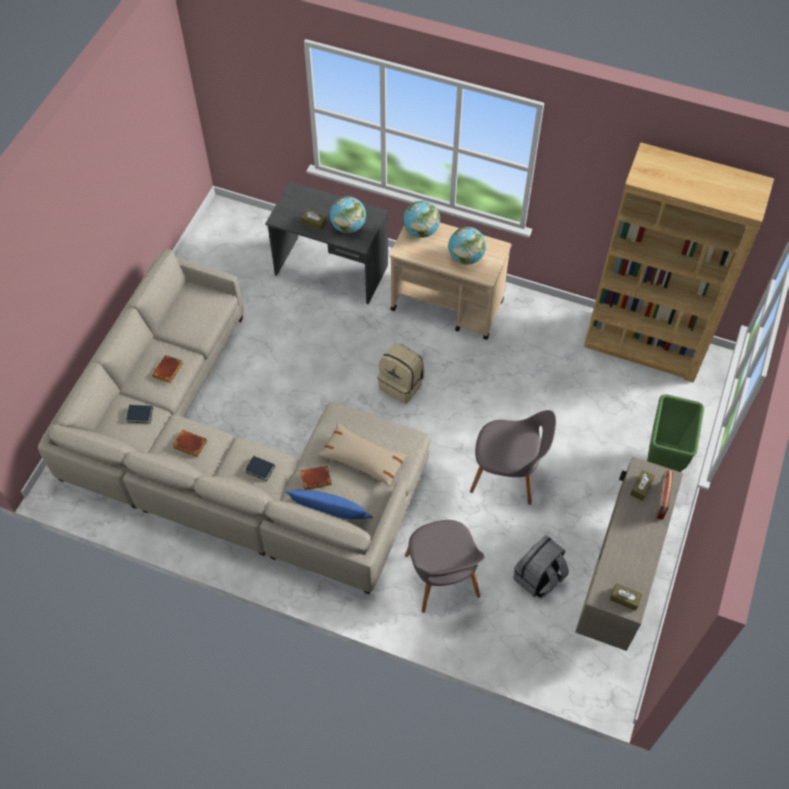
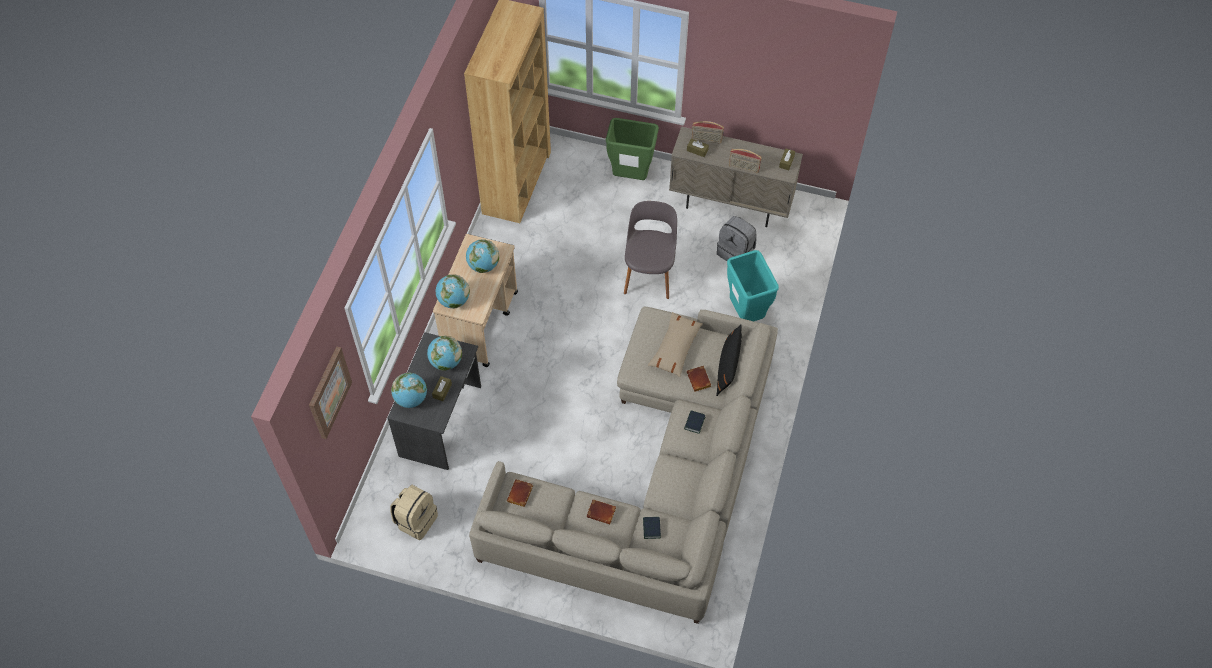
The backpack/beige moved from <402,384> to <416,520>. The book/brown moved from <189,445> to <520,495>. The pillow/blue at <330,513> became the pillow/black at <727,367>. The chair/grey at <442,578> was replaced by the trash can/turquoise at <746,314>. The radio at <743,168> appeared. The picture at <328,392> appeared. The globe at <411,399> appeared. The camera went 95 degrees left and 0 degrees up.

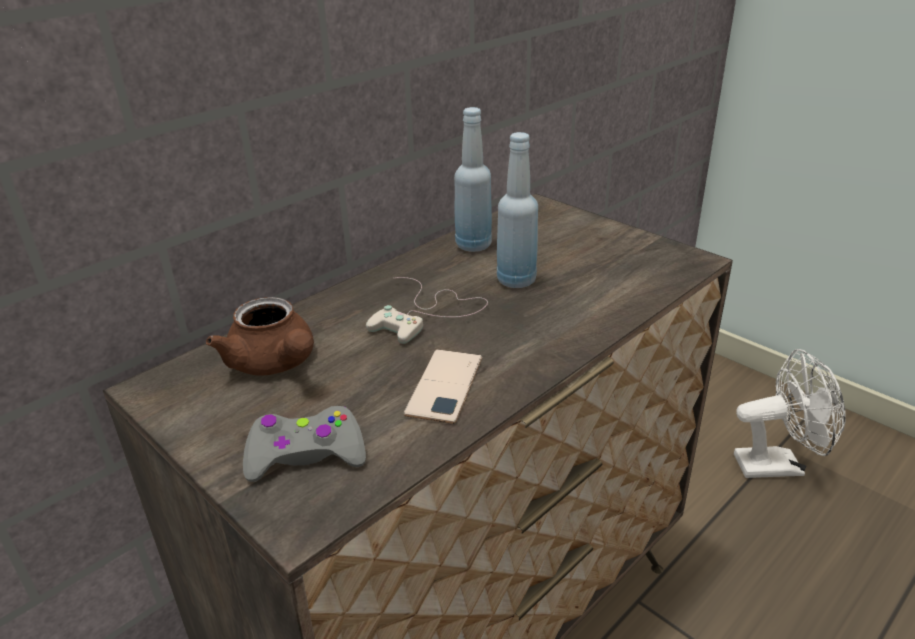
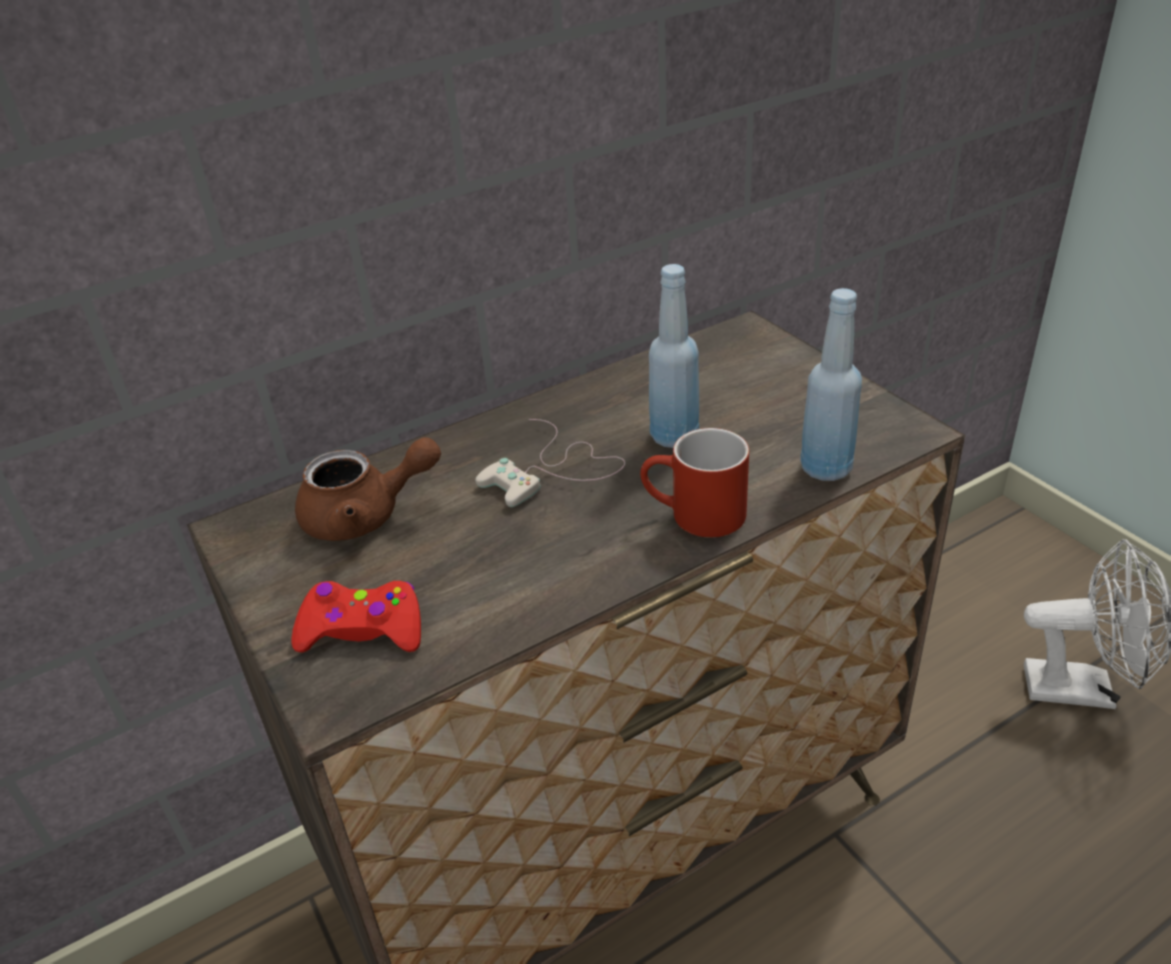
The bottle/blue moved from <473,245> to <825,468>. The teapot/brown at <275,364> turned 75 degrees counterclockwise. The phone at <445,386> disappeared. The game controller/grey at <306,455> became the game controller/red at <362,630>. The mug/red at <694,516> appeared. The camera went 15 degrees right and 5 degrees up.

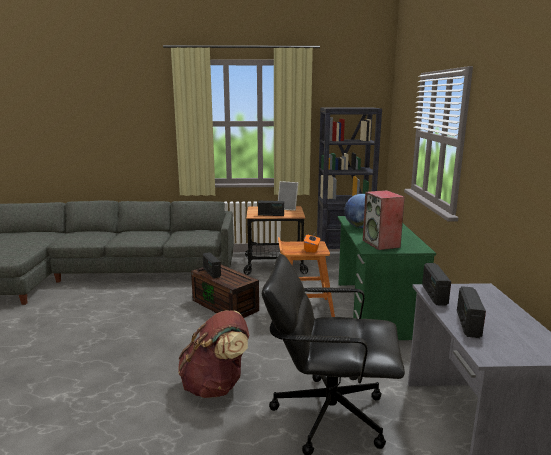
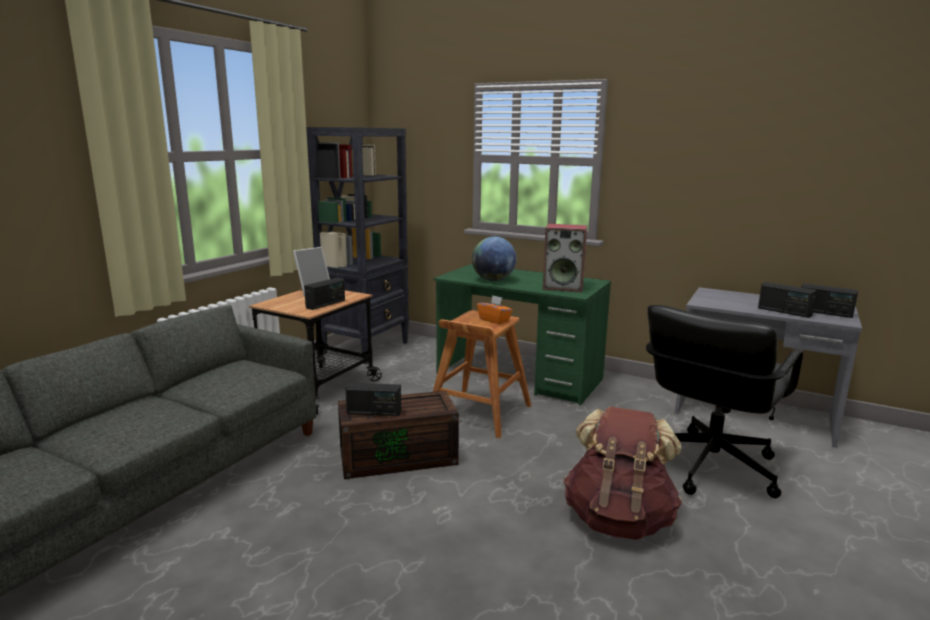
The radio moved from <434,295> to <824,312>. The camera went 60 degrees left and 0 degrees up.

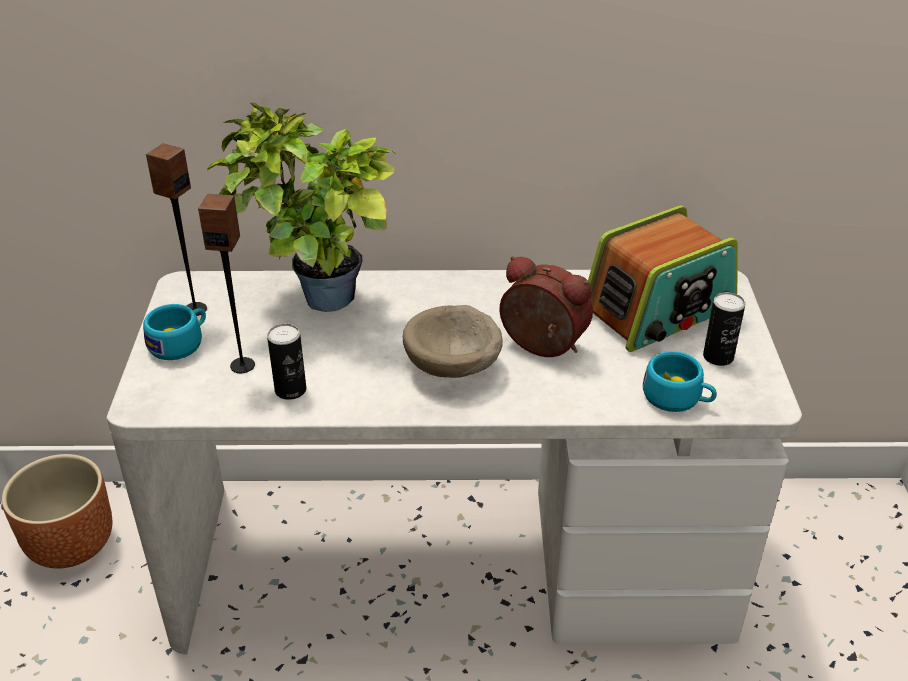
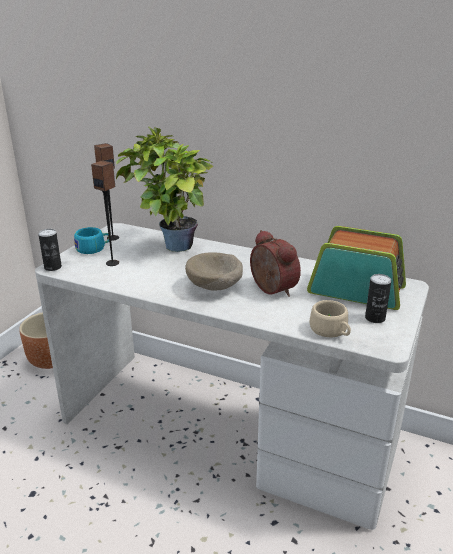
The radio at <659,311> turned 150 degrees counterclockwise. The can moved from <290,390> to <53,267>. The cup/turquoise at <678,398> became the cup/beige at <331,331>. The camera went 25 degrees right and 10 degrees down.

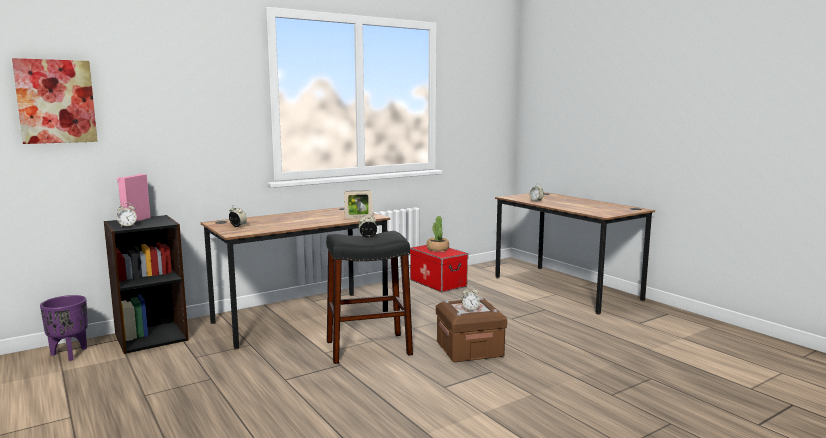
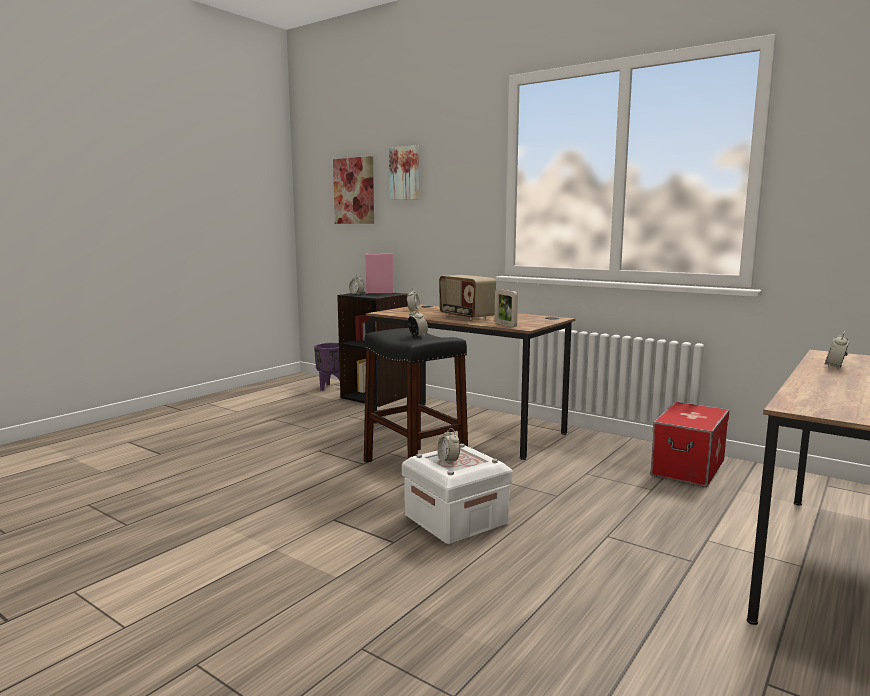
The potted plant at <437,249> disappeared. The storage box/brown at <469,349> became the storage box/white at <456,519>. The picture at <405,173> appeared. The radio at <465,316> appeared. The camera went 70 degrees right and 0 degrees up.

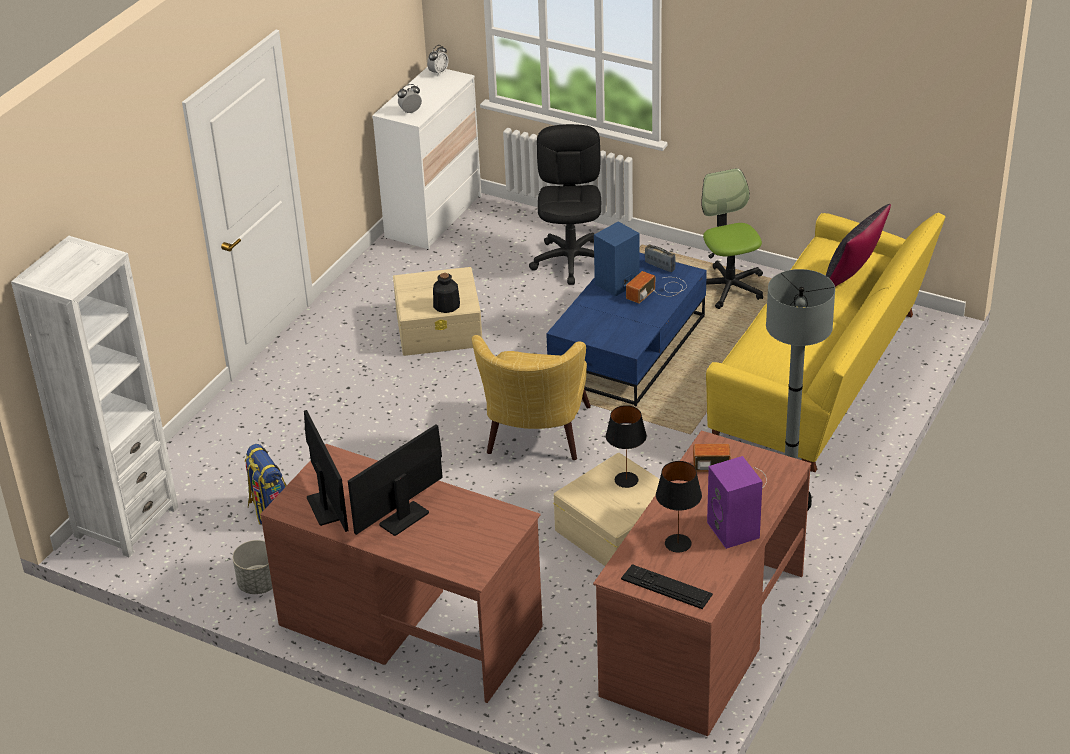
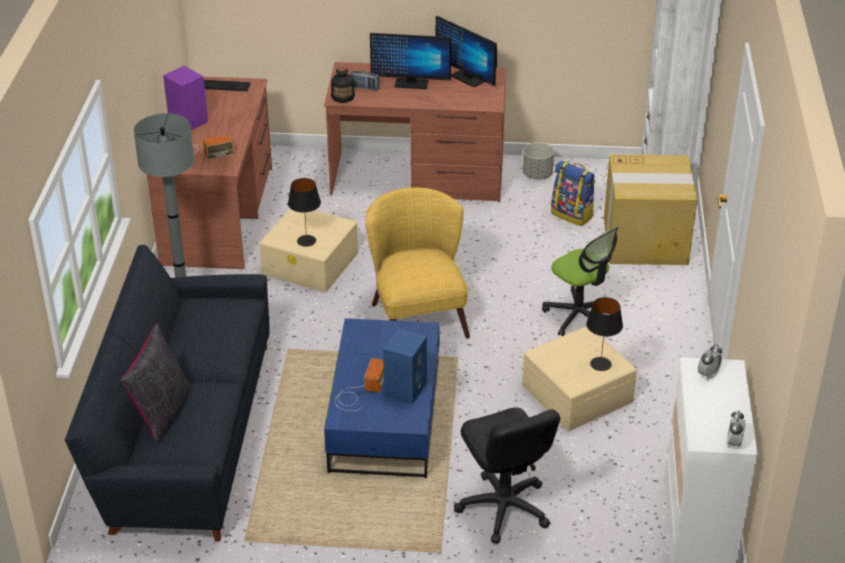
The office chair moved from <729,287> to <579,316>. The sofa/yellow at <823,378> became the sofa/black at <185,434>. The radio moved from <660,266> to <365,88>. The bottle moved from <446,305> to <343,97>. The monitor at <404,518> turned 75 degrees clockwise. The table lamp/black moved from <677,543> to <601,364>. The cardboard box at <646,241> appeared. The camera went 155 degrees right and 0 degrees up.

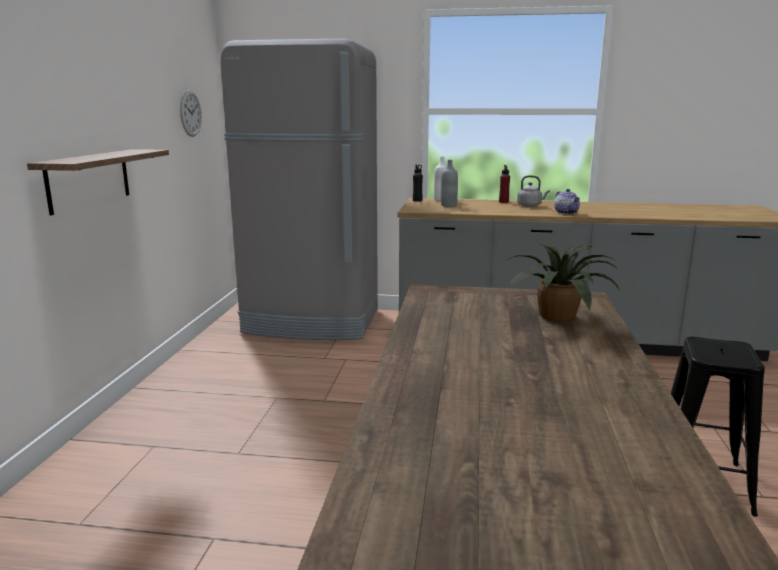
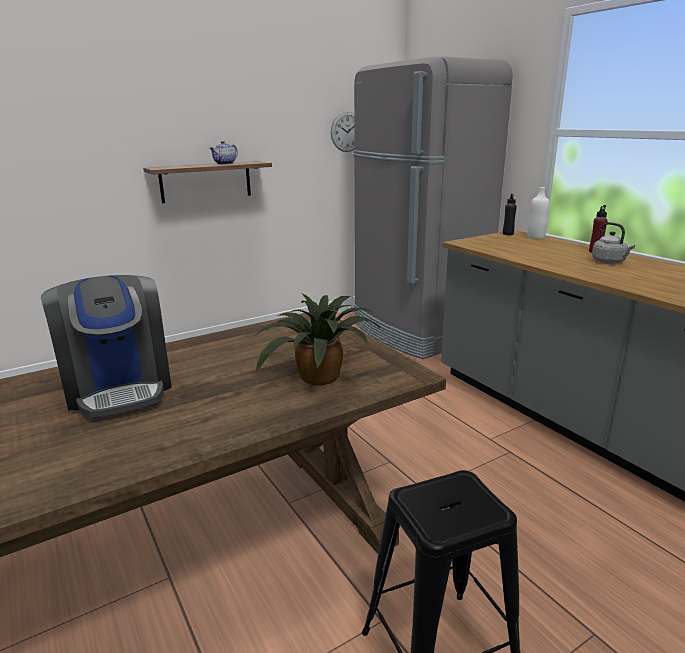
The bottle/grey at <448,205> disappeared. The teapot moved from <566,212> to <225,164>. The coffee machine at <119,387> appeared. The camera went 50 degrees right and 5 degrees up.

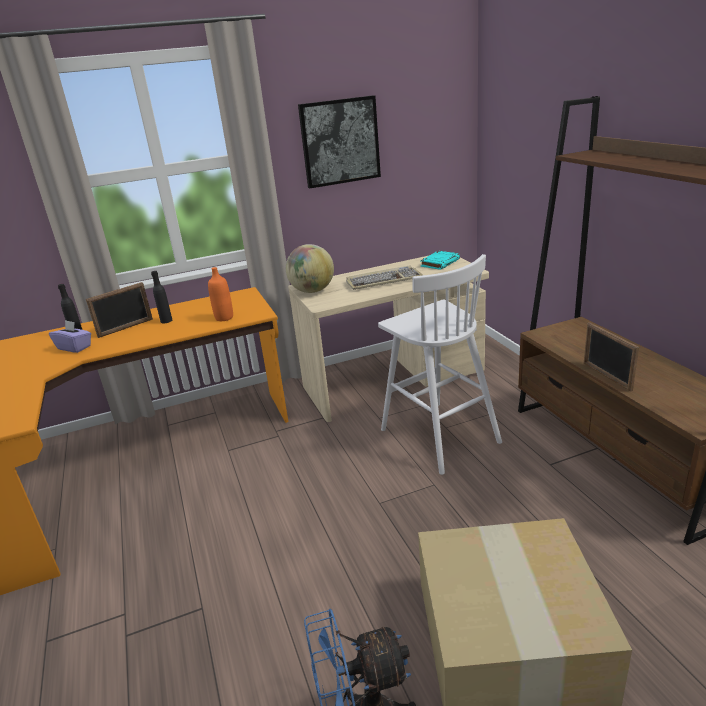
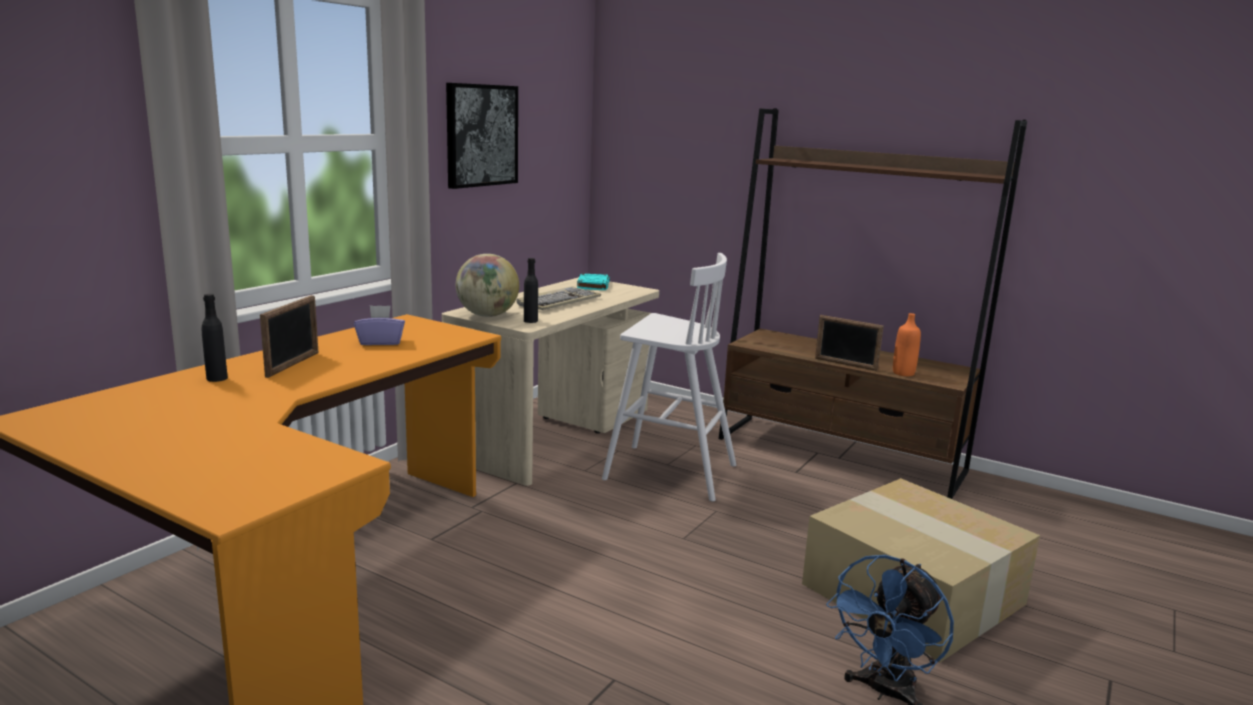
The bottle/orange moved from <224,318> to <903,373>. The bottle/black moved from <166,321> to <530,321>. The tissue box/purple moved from <75,347> to <381,342>. The camera went 40 degrees left and 10 degrees down.

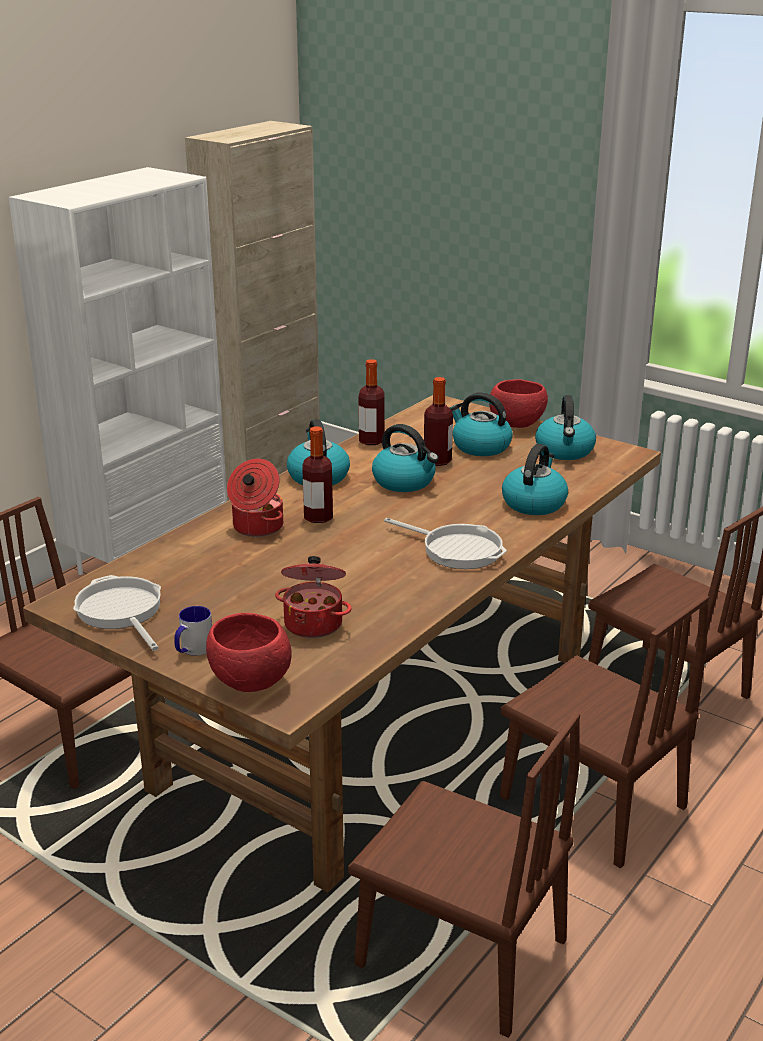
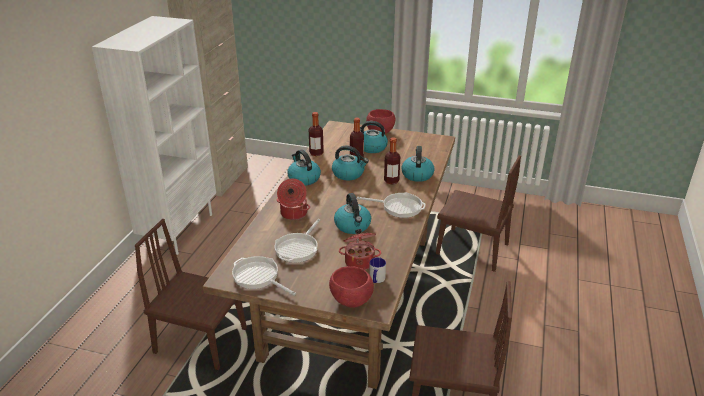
The kettle moved from <565,451> to <353,226>. The bottle moved from <318,517> to <391,181>. The chair/brown at <592,803> disappeared. The mug moved from <193,650> to <376,280>. The frying pan at <298,248> appeared. The camera went 20 degrees left and 5 degrees up.

